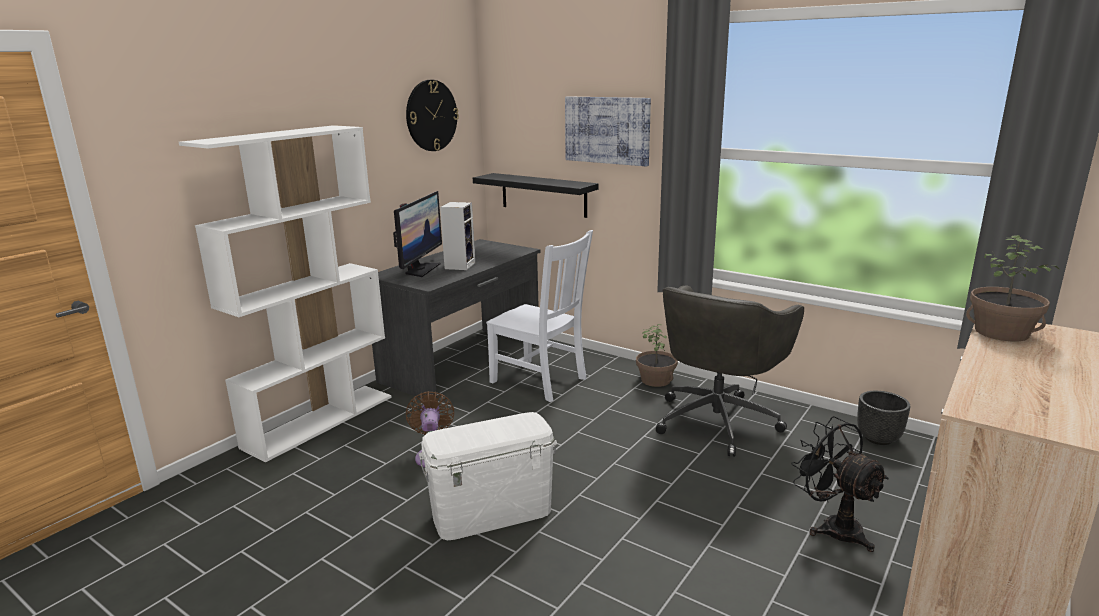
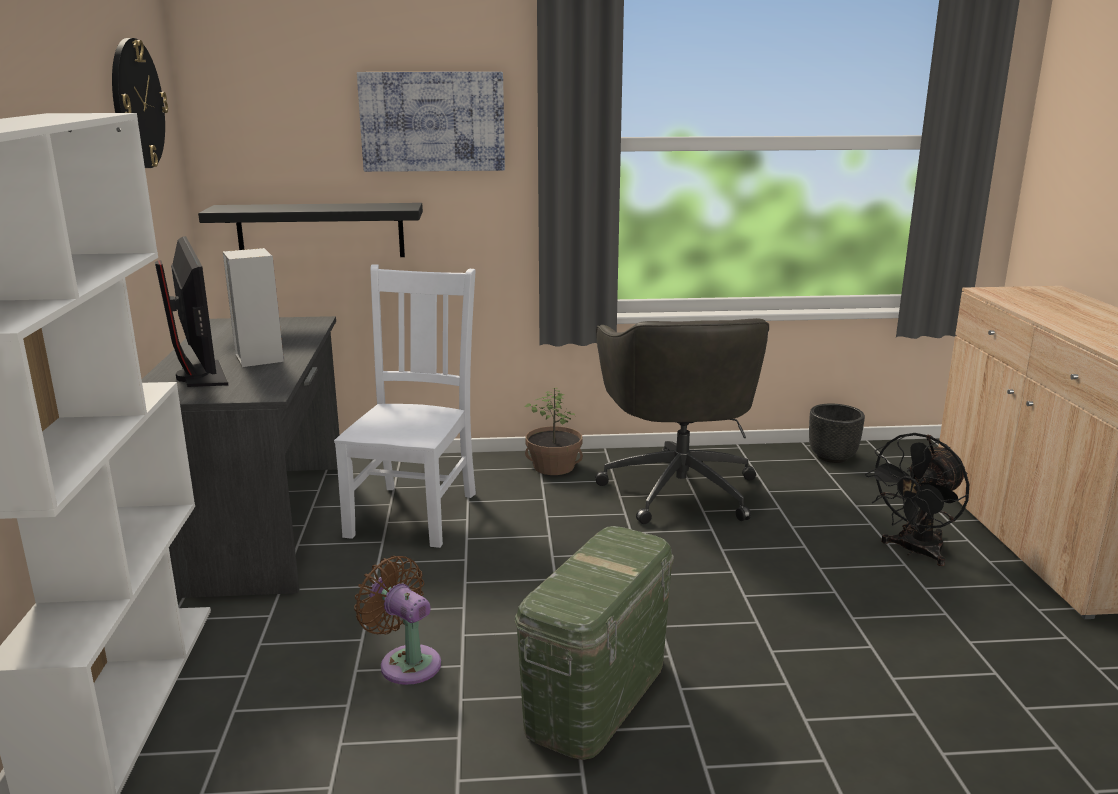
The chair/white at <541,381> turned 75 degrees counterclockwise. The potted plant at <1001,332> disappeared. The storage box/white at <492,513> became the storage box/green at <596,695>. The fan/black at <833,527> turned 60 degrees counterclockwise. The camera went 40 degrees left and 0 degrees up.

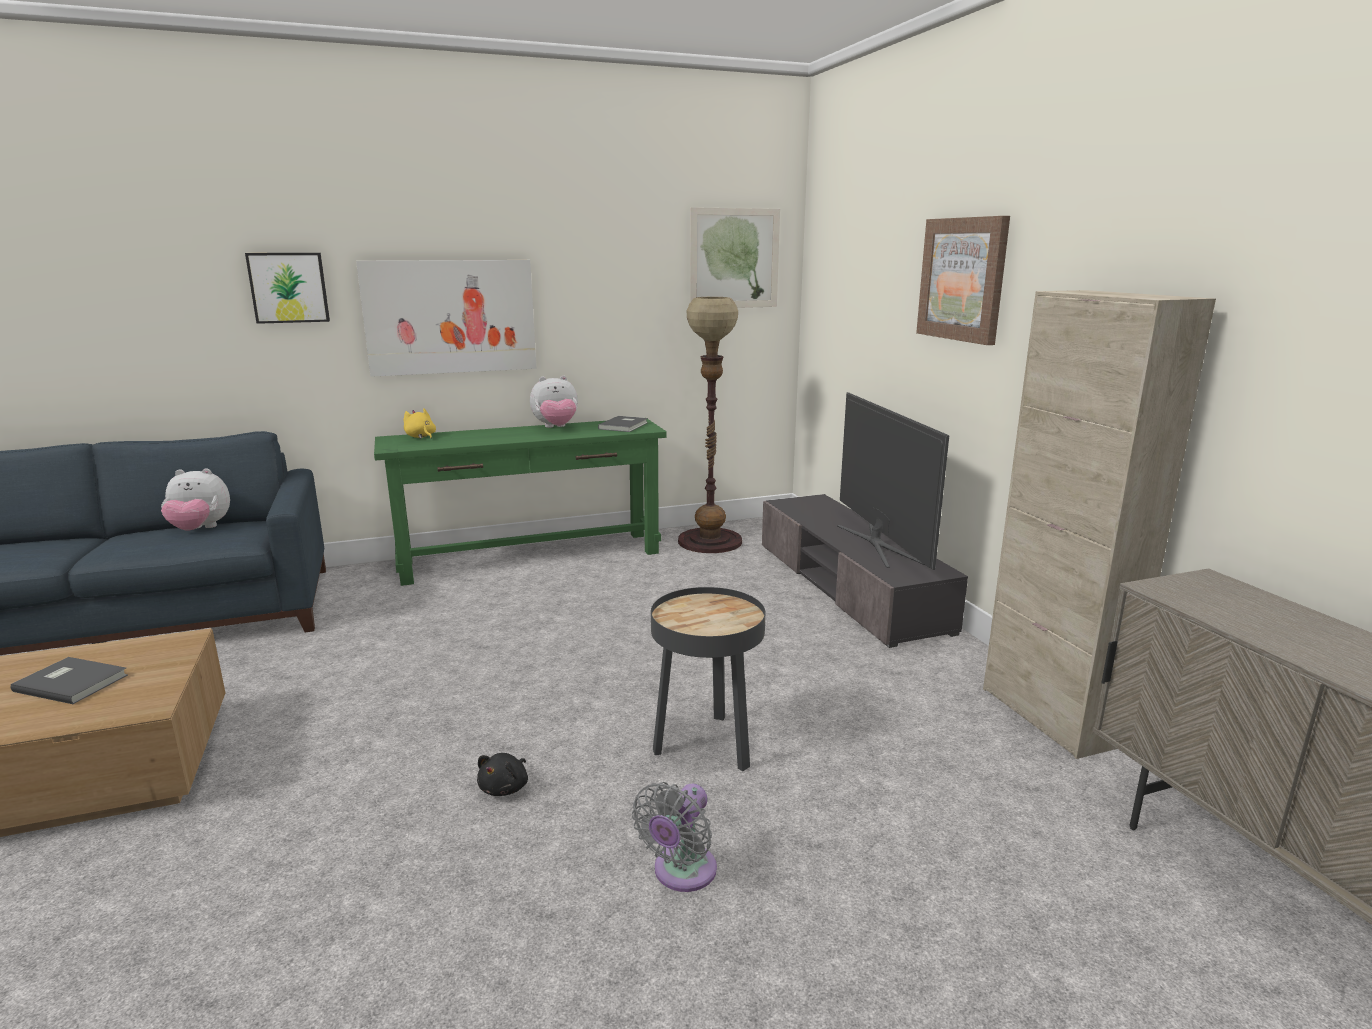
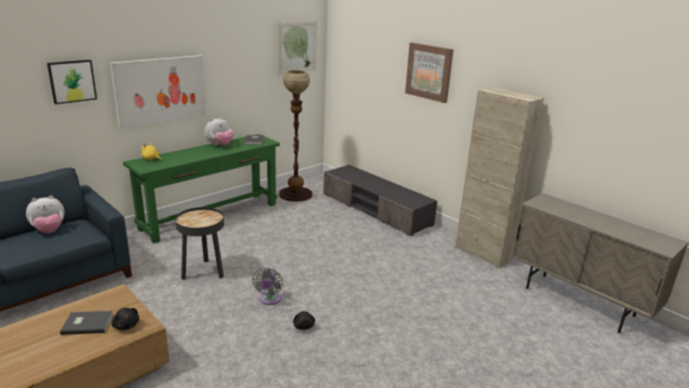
The television at <879,544> disappeared. The side table/black moved from <707,744> to <204,272>. The fan/grey moved from <681,873> to <269,300>. The plush toy/black at <126,325> appeared. The camera went 25 degrees left and 5 degrees up.

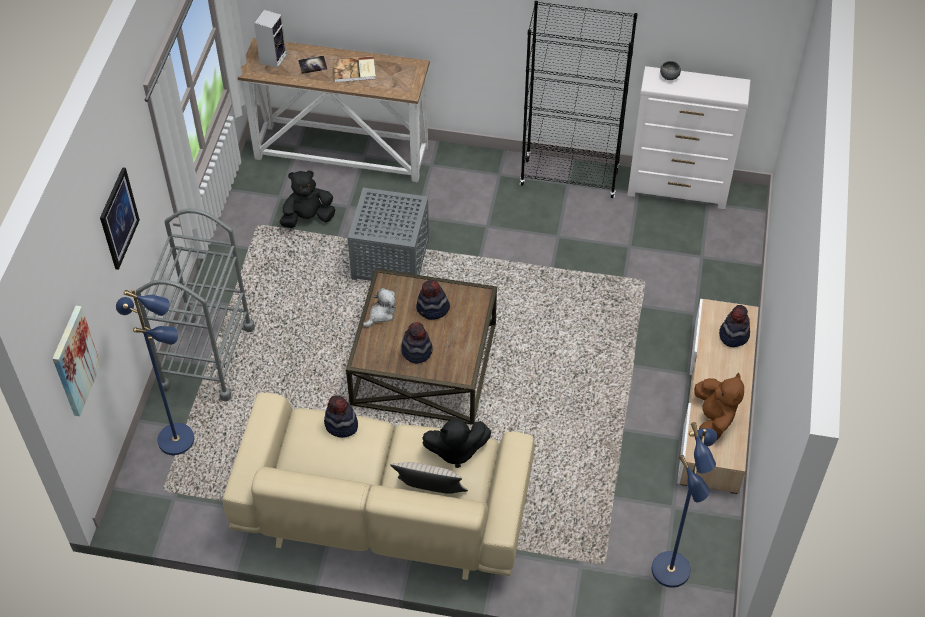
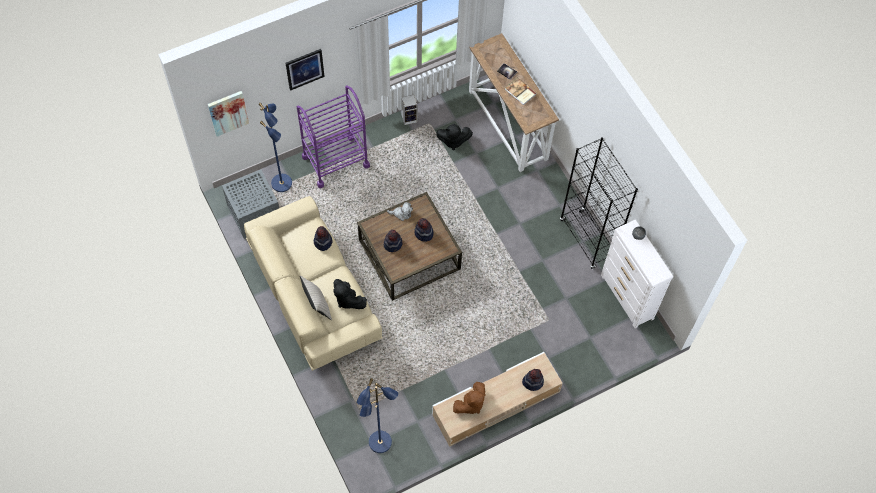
The speaker moved from <273,57> to <409,118>. The plush toy/black at <308,218> turned 150 degrees clockwise. The side table/grey moved from <389,260> to <253,214>. The cart/grey at <207,357> became the cart/purple at <335,161>. The camera went 50 degrees right and 10 degrees up.

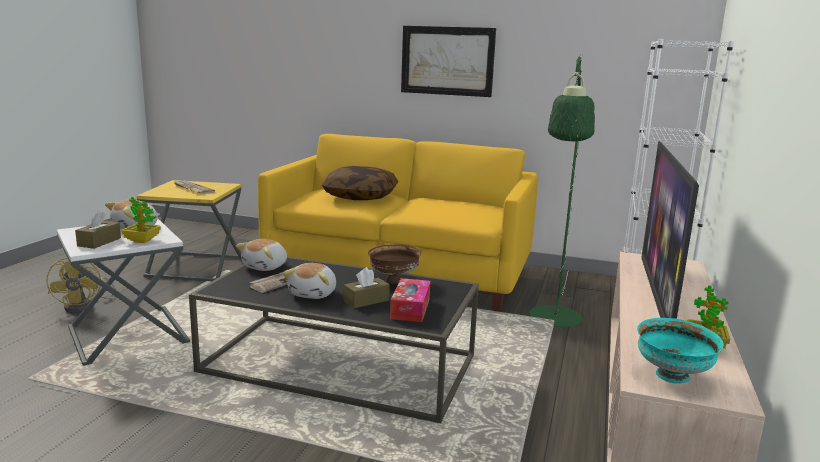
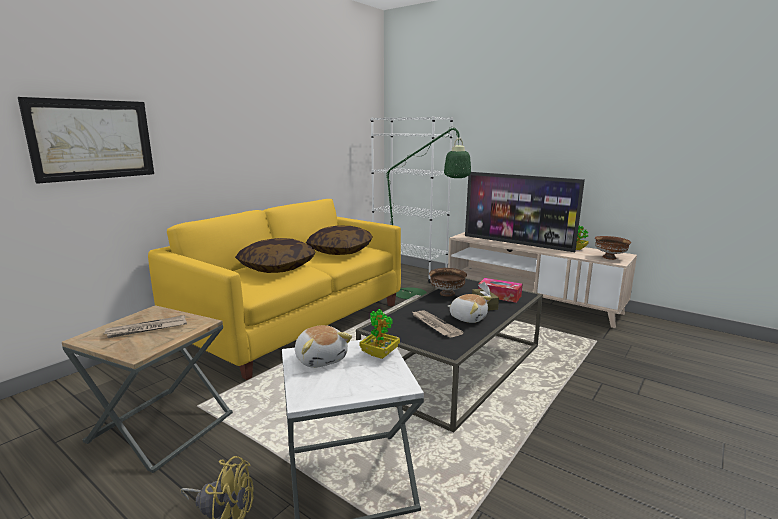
The picture moved from <447,61> to <92,139>. The side table/yellow at <196,267> became the side table/brown at <161,427>. The tissue box/brown at <99,242> disappeared. The plush toy at <266,267> disappeared. The bowl/turquoise at <673,376> became the bowl/brown at <610,257>. The pillow at <340,251> appeared. The camera went 70 degrees left and 0 degrees up.

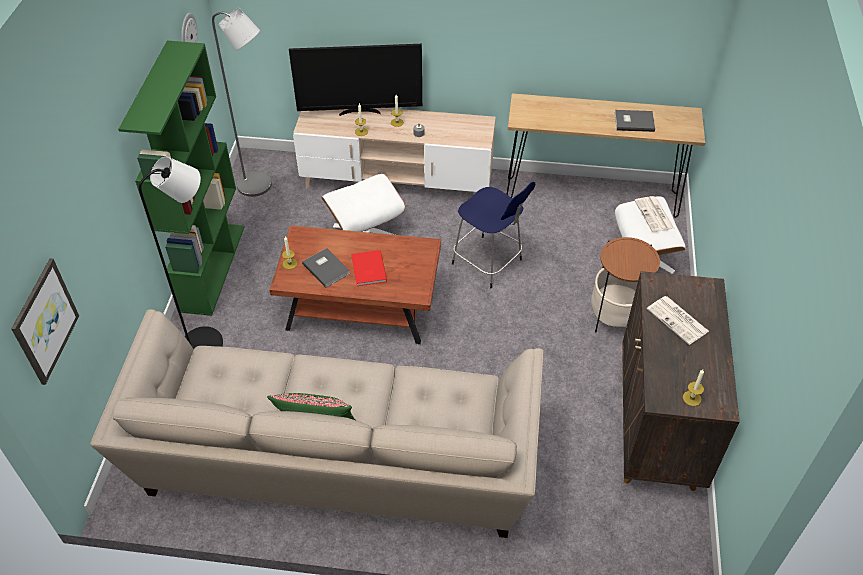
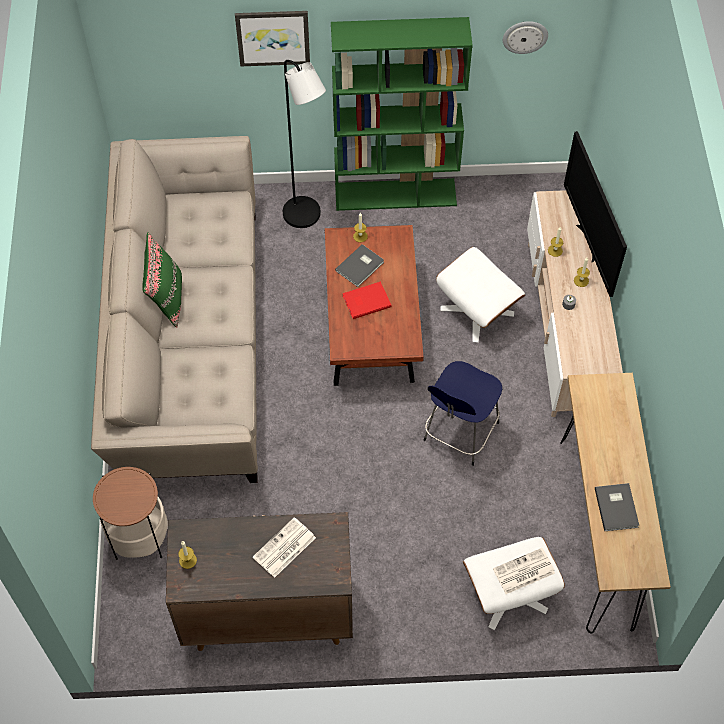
The floor lamp/grey at <260,186> disappeared. The side table moved from <615,318> to <139,537>. The picture moved from <44,321> to <273,37>. The camera went 80 degrees right and 10 degrees up.

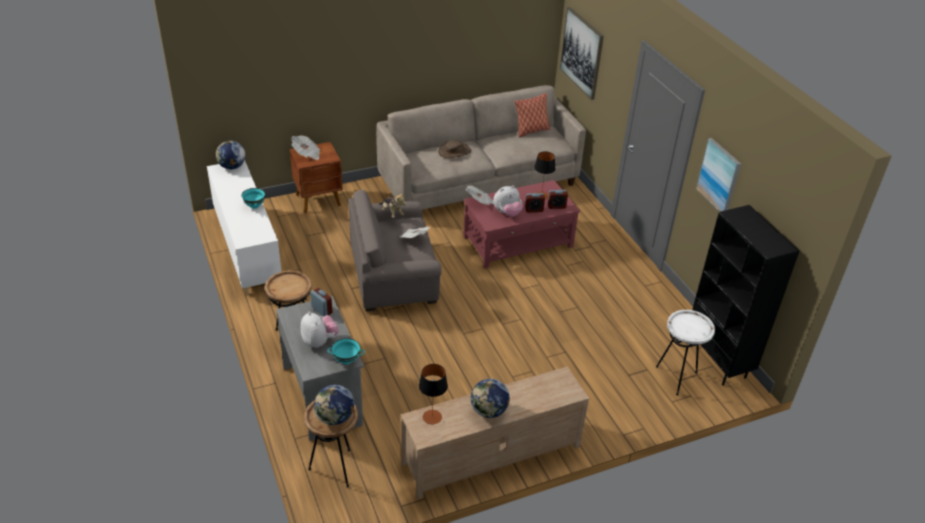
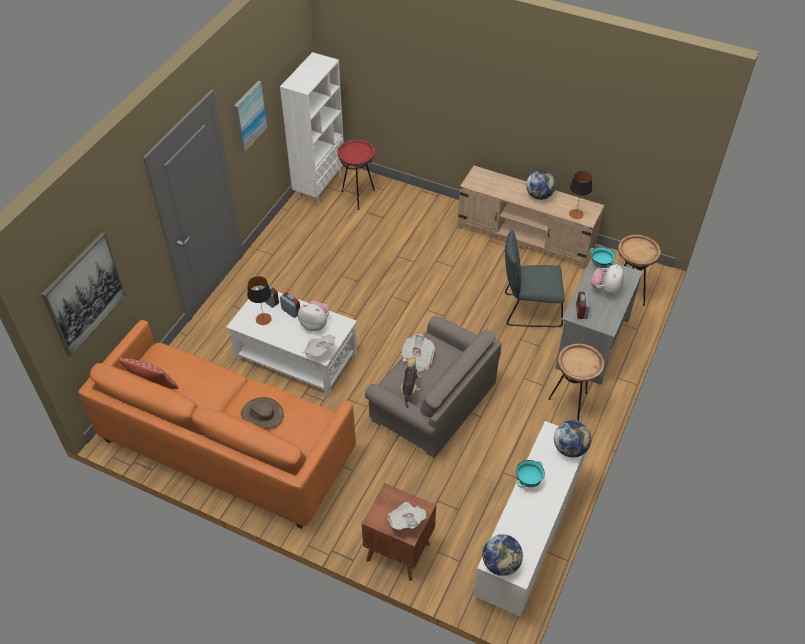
The sofa/beige at <478,182> became the sofa/orange at <226,446>. The coffee table/red at <518,241> became the coffee table/white at <295,356>. The bookcase/black at <718,361> became the bookcase/white at <319,186>. The side table/white at <676,377> became the side table/red at <358,196>. The globe moved from <335,418> to <570,448>. The chair/grey at <529,310> appeared. The camera went 130 degrees left and 10 degrees up.

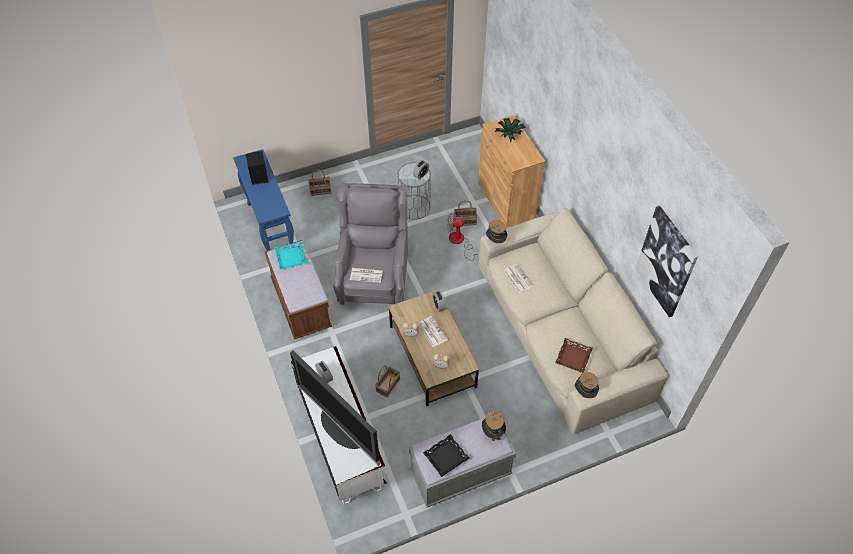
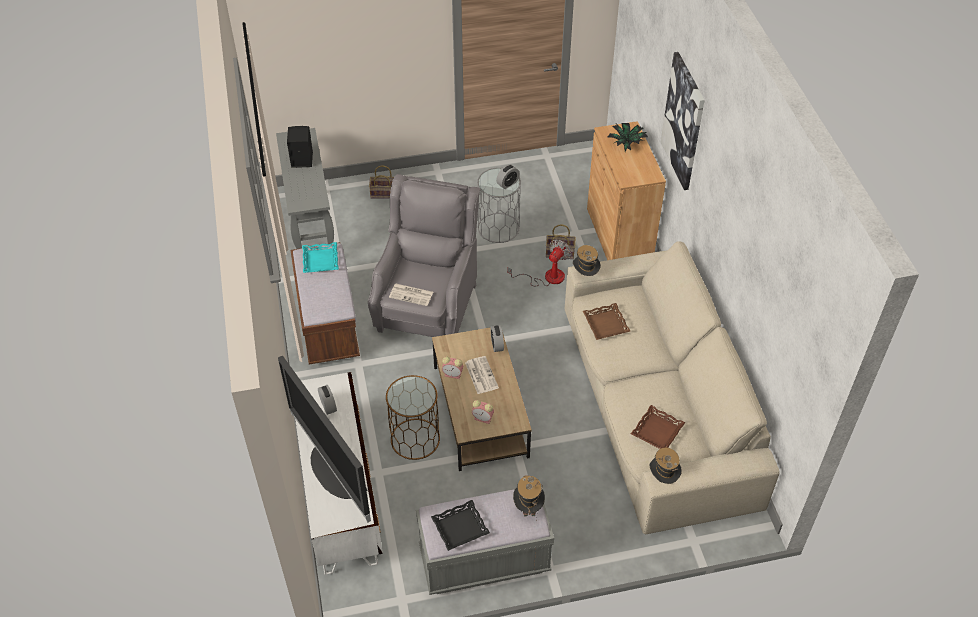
The console table/blue at <270,228> became the console table/grey at <311,229>. The picture moved from <666,262> to <683,121>. The fan at <459,242> turned 105 degrees clockwise. The newspaper at <517,278> was replaced by the tray/brown at <605,324>. The basket at <388,386> was replaced by the side table/brown at <415,439>. The camera went 10 degrees right and 5 degrees down.

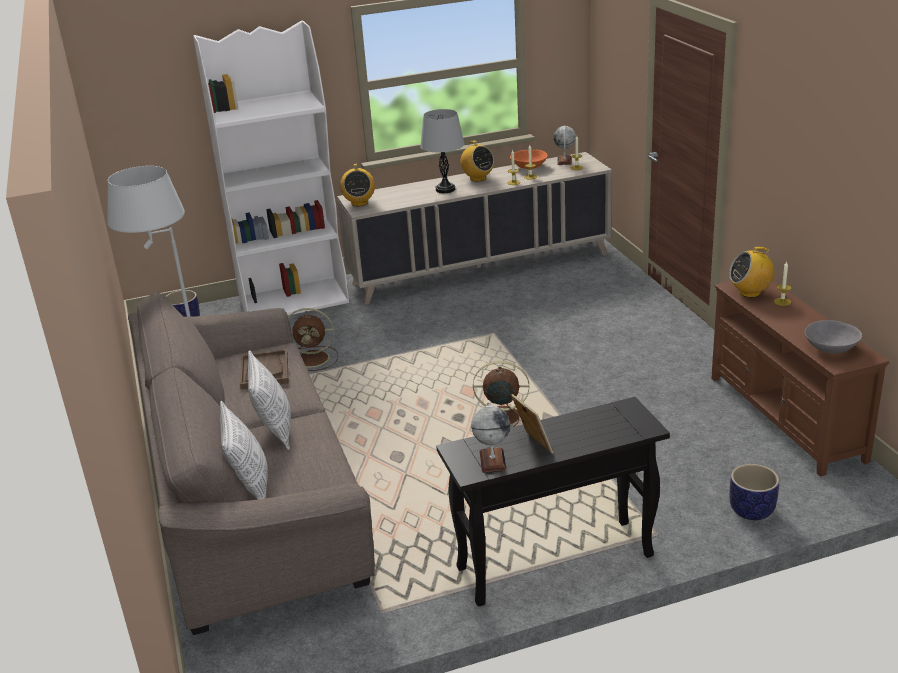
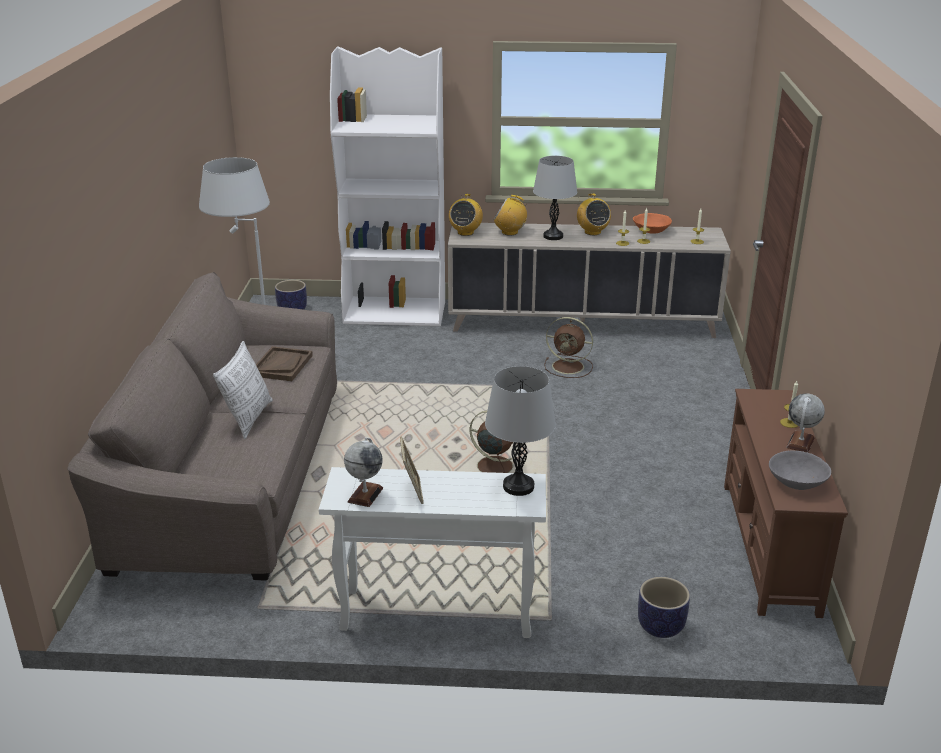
The globe moved from <564,161> to <800,443>. The radio moved from <750,292> to <510,232>. The fan/brown moved from <314,359> to <569,367>. The console table/black at <553,563> became the console table/white at <435,614>. The pillow at <250,486> disappeared. The table lamp/grey at <518,486> appeared. The camera went 20 degrees right and 0 degrees up.

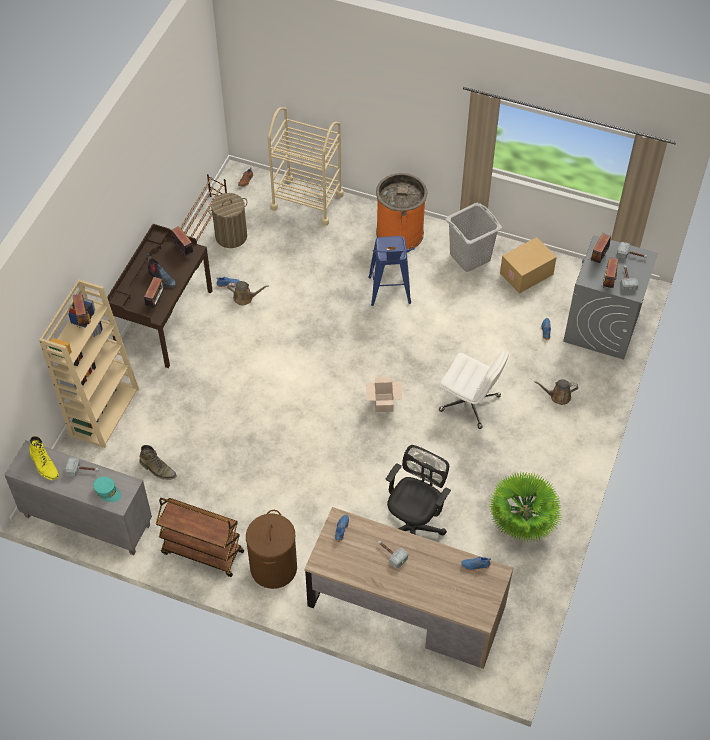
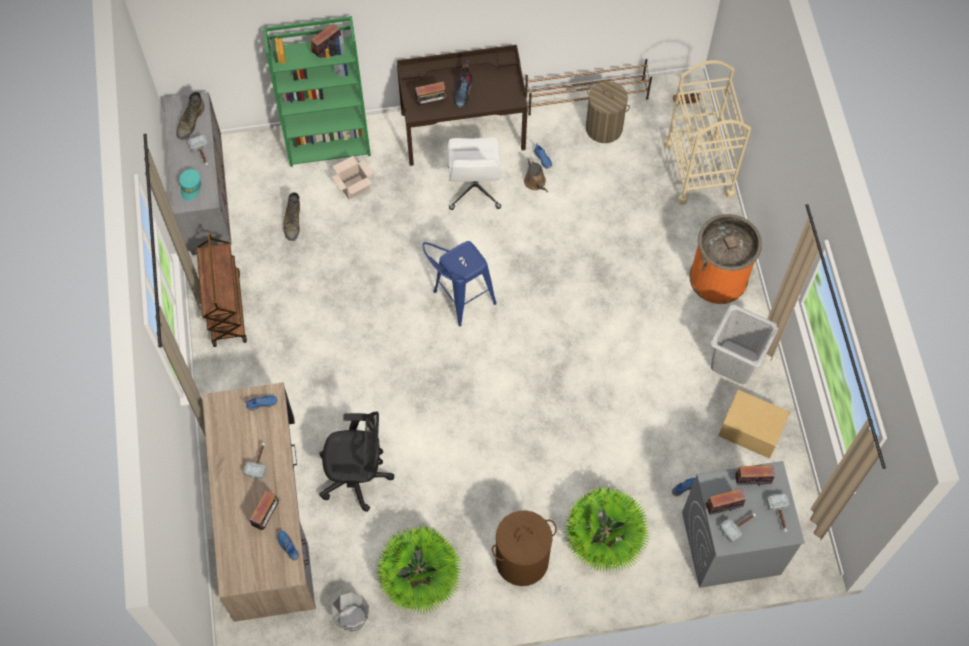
The radio moved from <183,250> to <267,515>. The stool/blue moved from <389,295> to <458,301>. The bookcase/beige at <104,411> became the bookcase/green at <329,142>. The office chair/white moved from <470,403> to <474,188>. The cardboard box moved from <383,402> to <354,186>. The watering can/brown at <558,396> was replaced by the potted plant at <603,541>. The boot/yellow at <44,465> became the boot/green at <190,122>. The laundry basket/brown moved from <274,568> to <522,560>. The bucket/grey at <352,619> appeared. The camera went 60 degrees right and 10 degrees up.

